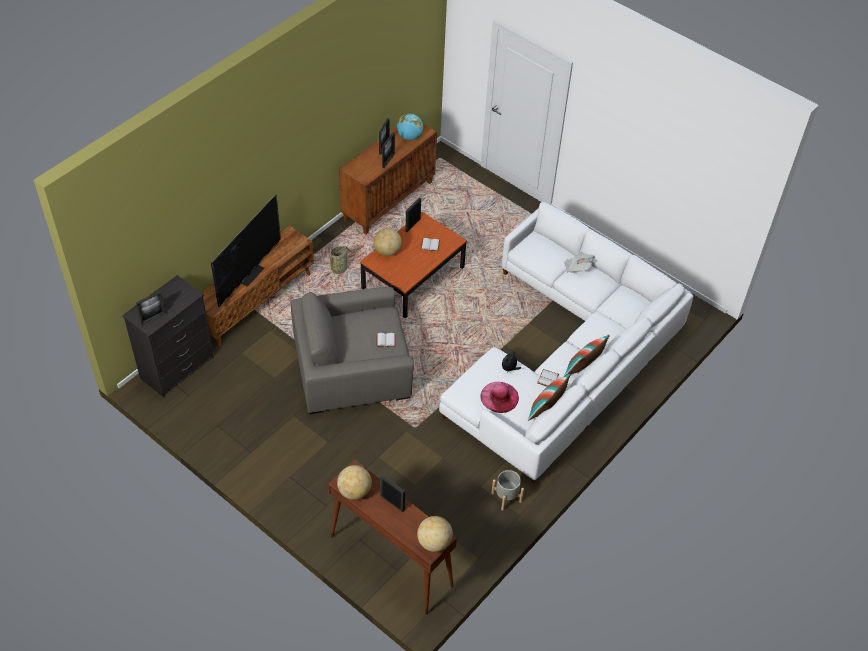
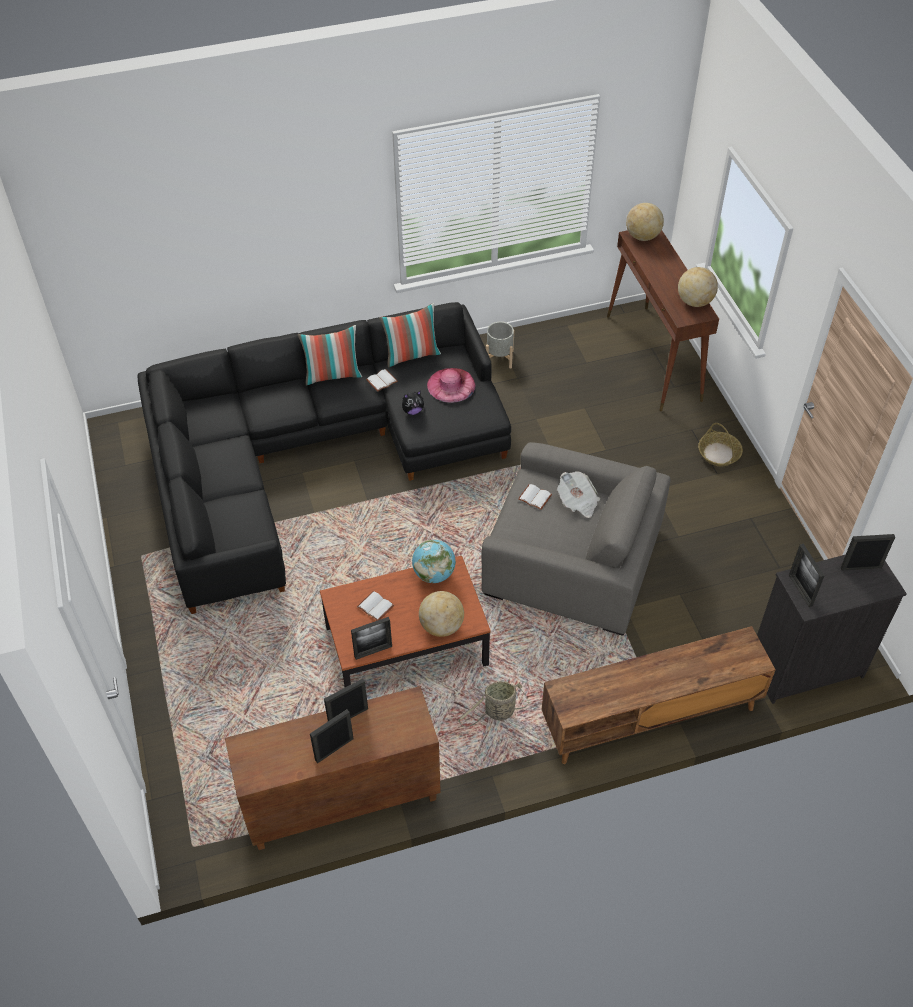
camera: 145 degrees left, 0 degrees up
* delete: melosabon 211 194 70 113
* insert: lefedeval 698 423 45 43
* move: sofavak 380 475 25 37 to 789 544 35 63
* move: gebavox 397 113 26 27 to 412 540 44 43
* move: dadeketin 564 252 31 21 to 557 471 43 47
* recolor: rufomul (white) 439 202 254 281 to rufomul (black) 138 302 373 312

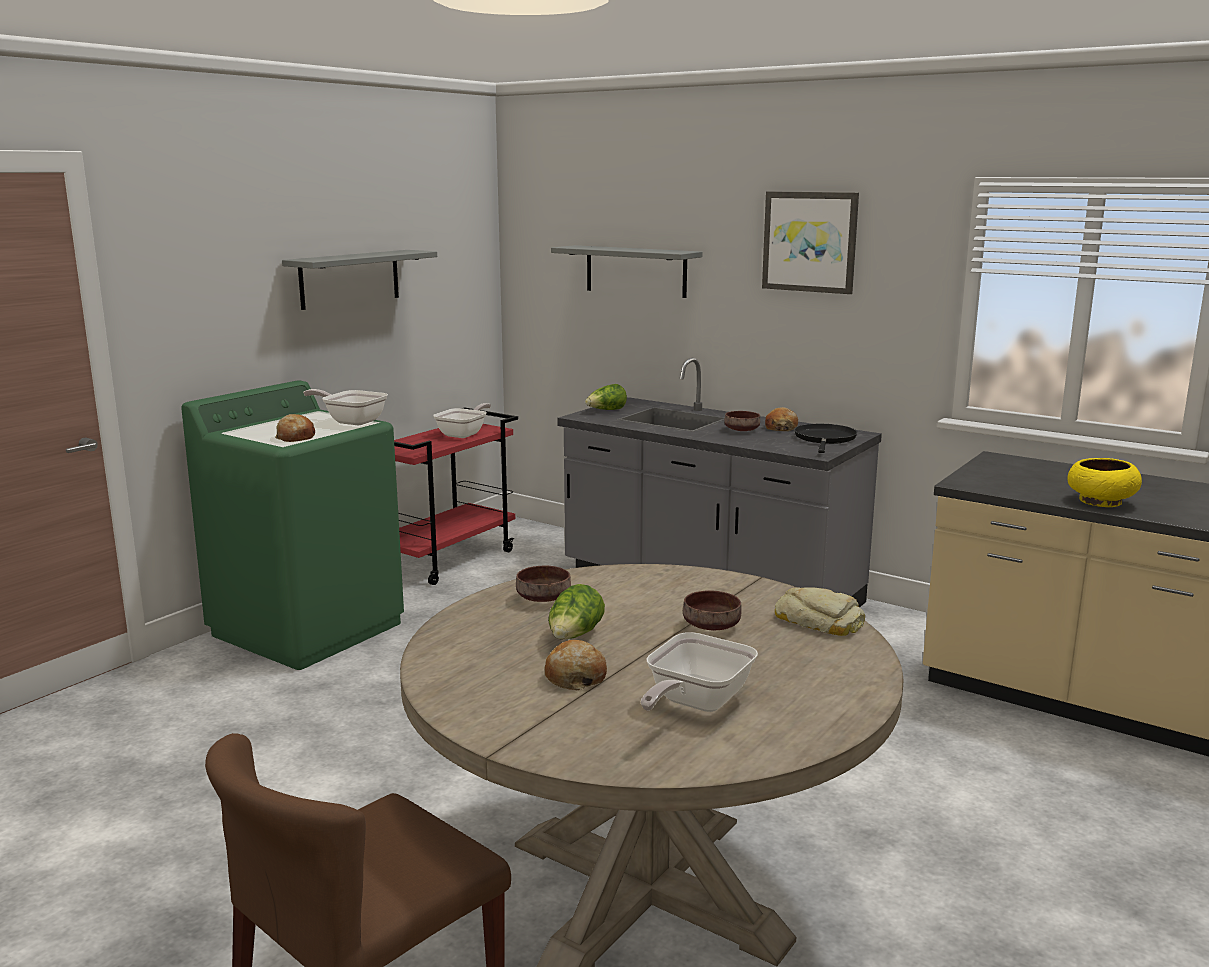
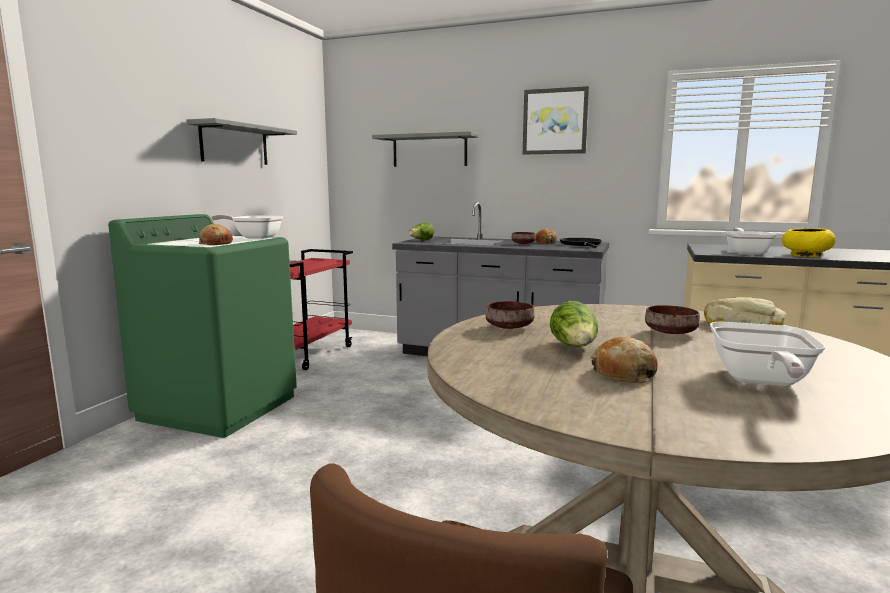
camera: 15 degrees left, 5 degrees down
* move: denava 433 403 58 35 to 725 228 52 27

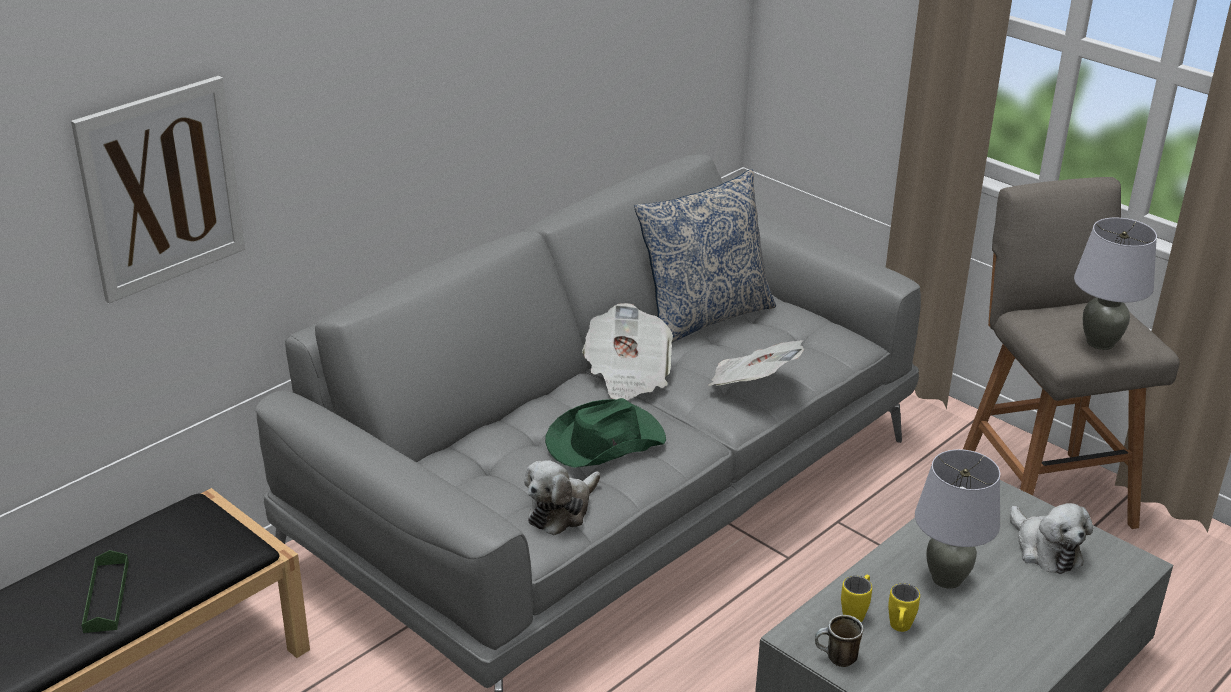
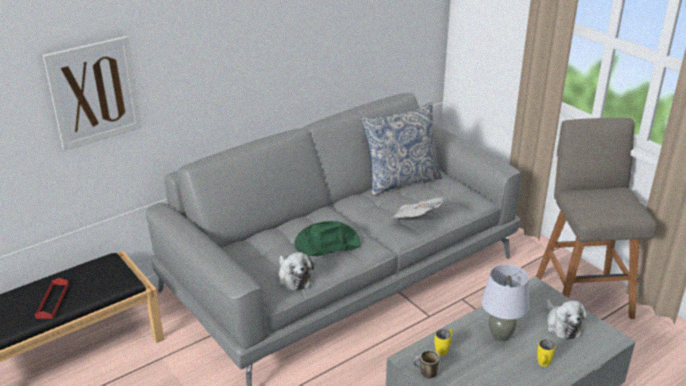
camera: 10 degrees right, 0 degrees up
* delete: dadeketin 582 303 91 97
* delete: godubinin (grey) 1074 218 83 132
* move: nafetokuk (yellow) 888 583 32 49 to 537 339 18 28
* recolor: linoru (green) 81 550 48 83 to linoru (red) 35 278 34 41
* rotate: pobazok 524 460 76 75 = 278 252 36 39 75 degrees counterclockwise

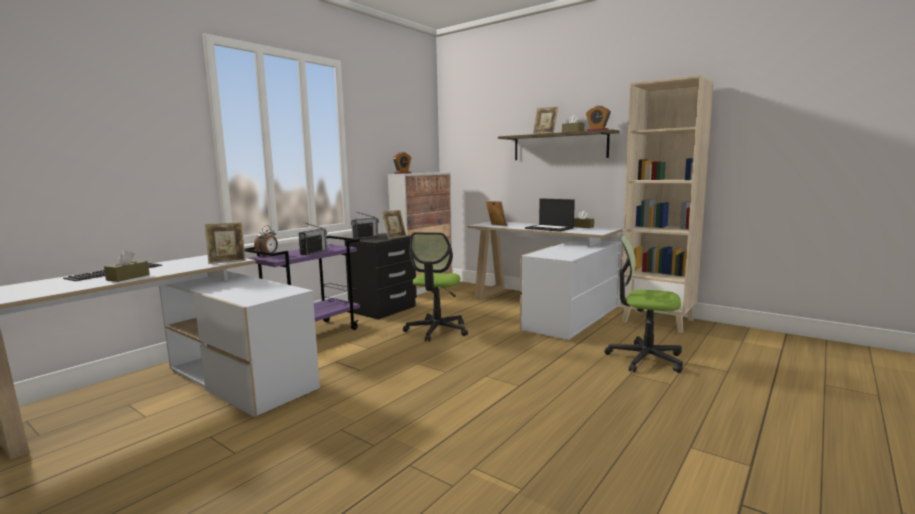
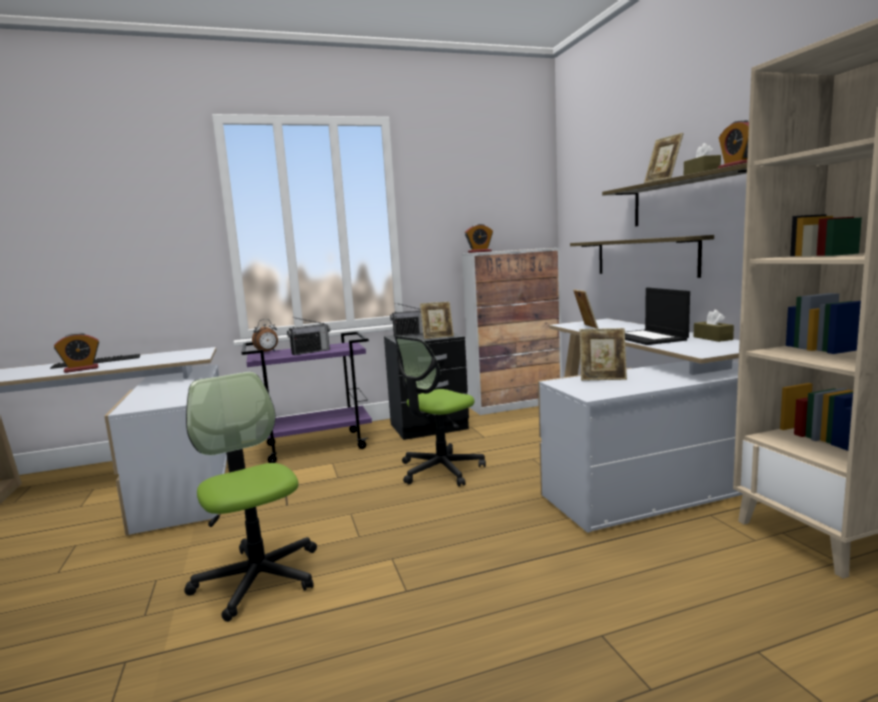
camera: 35 degrees right, 0 degrees up
* insert: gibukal 570 235 144 43
* move: sofavak 205 222 41 42 to 579 328 48 53
* move: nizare 605 235 78 138 to 184 372 133 250
* replace: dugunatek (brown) 104 250 46 32 to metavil 54 333 45 40

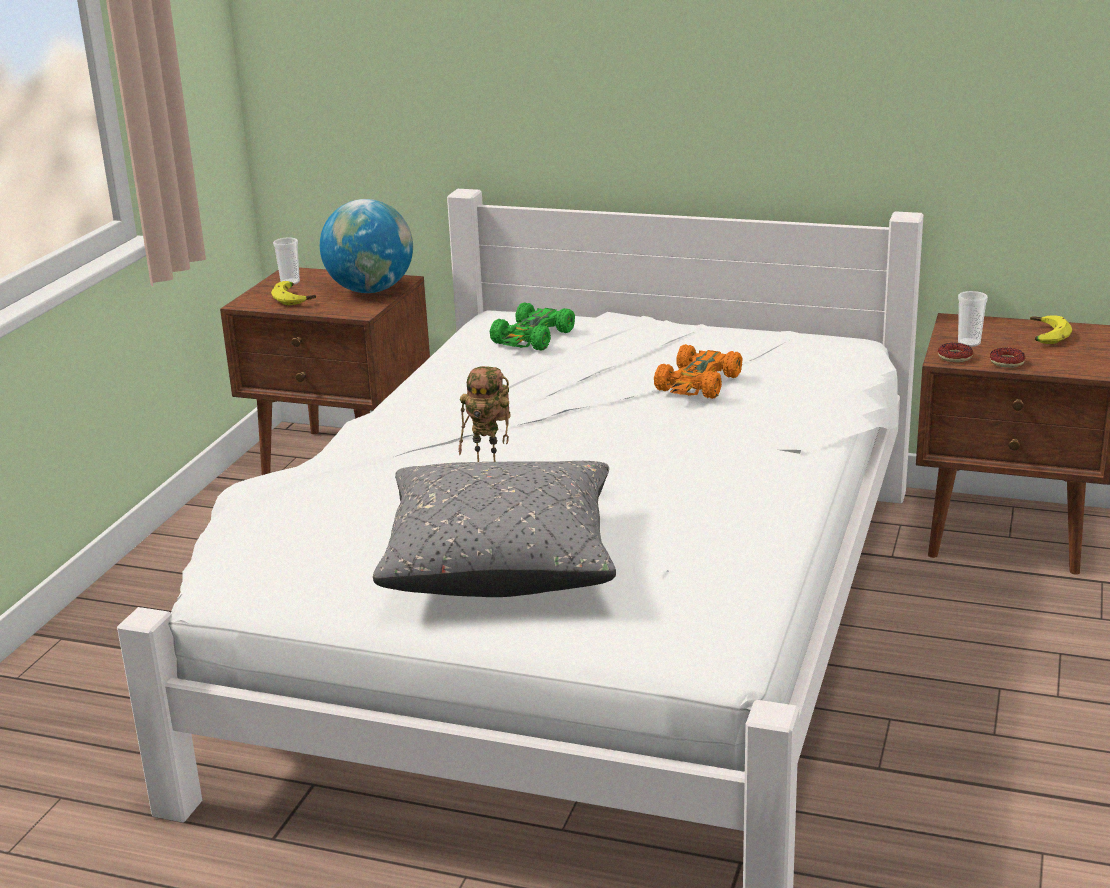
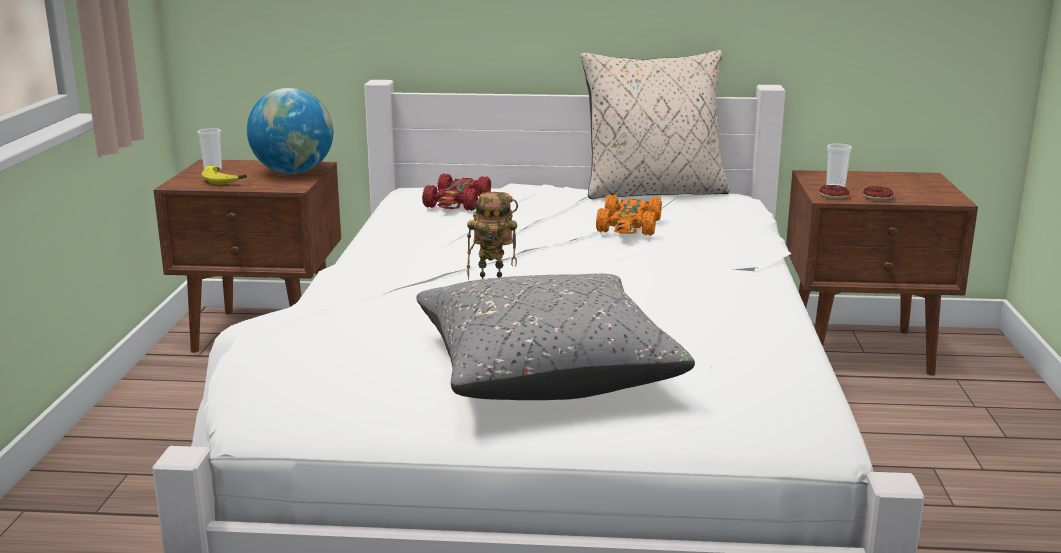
camera: 15 degrees left, 5 degrees down
* delete: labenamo 1030 315 42 29
* insert: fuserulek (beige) 581 50 148 149
* recolor: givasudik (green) 490 302 85 49 to givasudik (red) 422 174 69 37

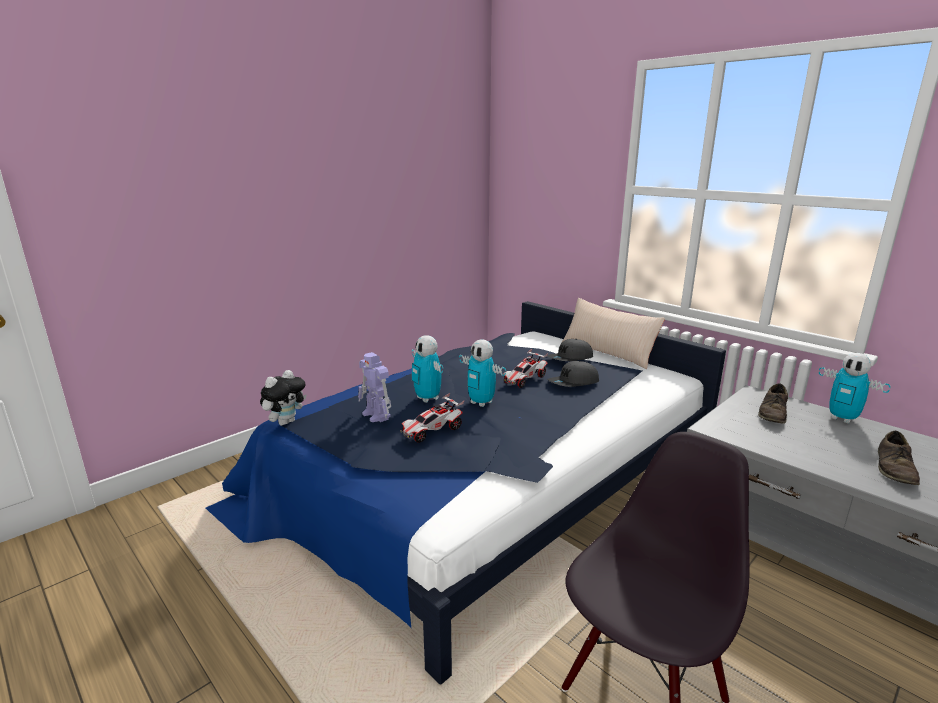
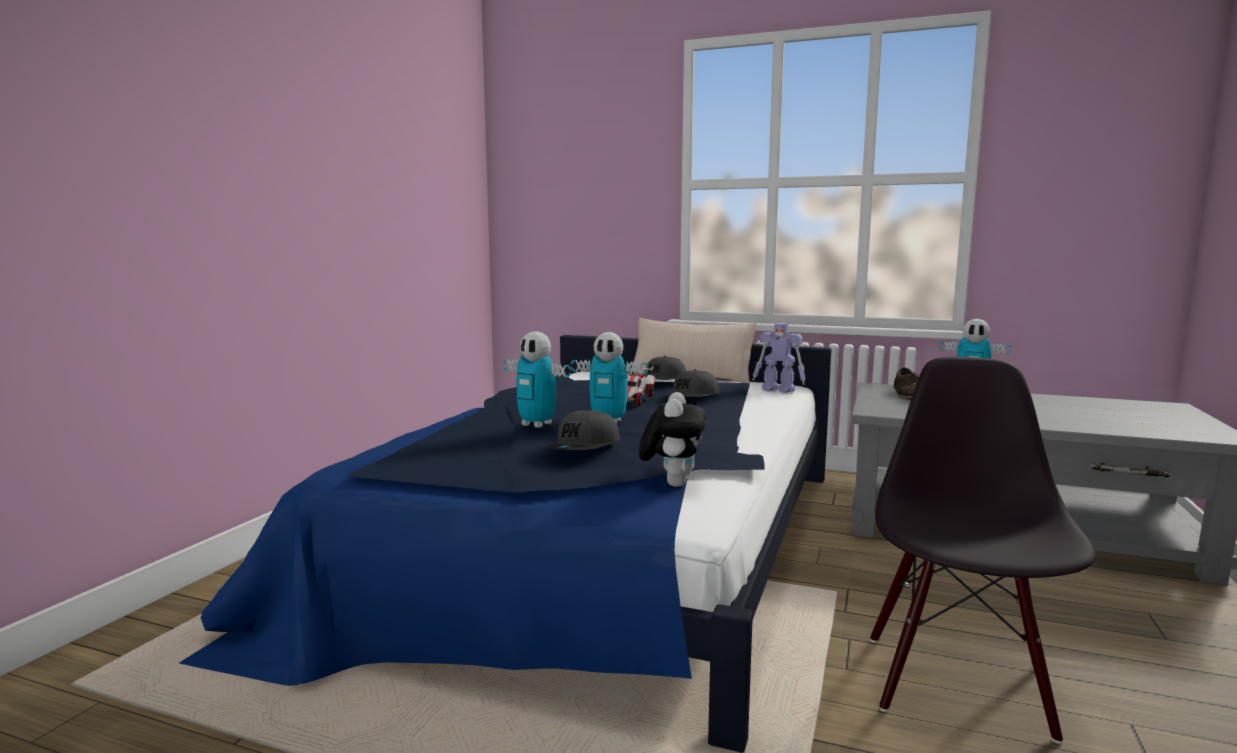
camera: 25 degrees left, 10 degrees down
* delete: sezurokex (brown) 878 431 42 54
* move: pobazok 260 370 47 56 to 639 392 68 95
* move: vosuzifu 358 352 33 70 to 753 323 52 70
* replace: givasudik 400 393 64 50 to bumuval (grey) 541 409 79 41

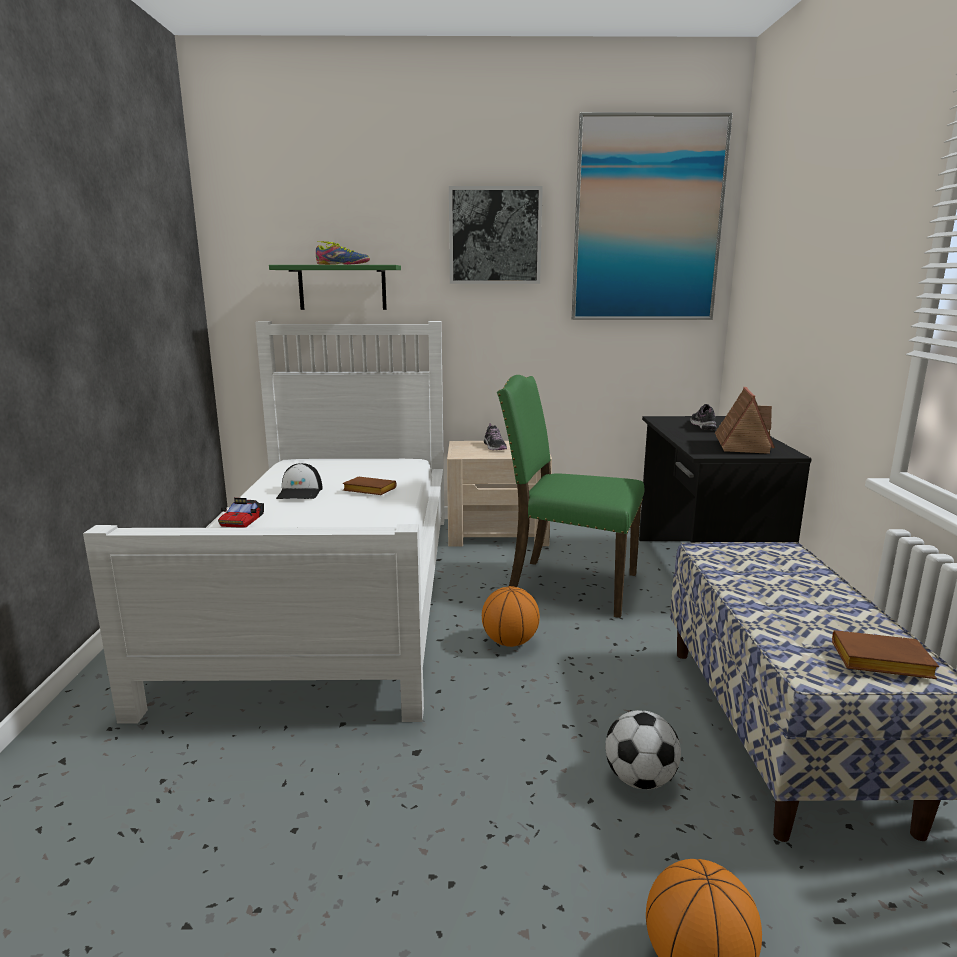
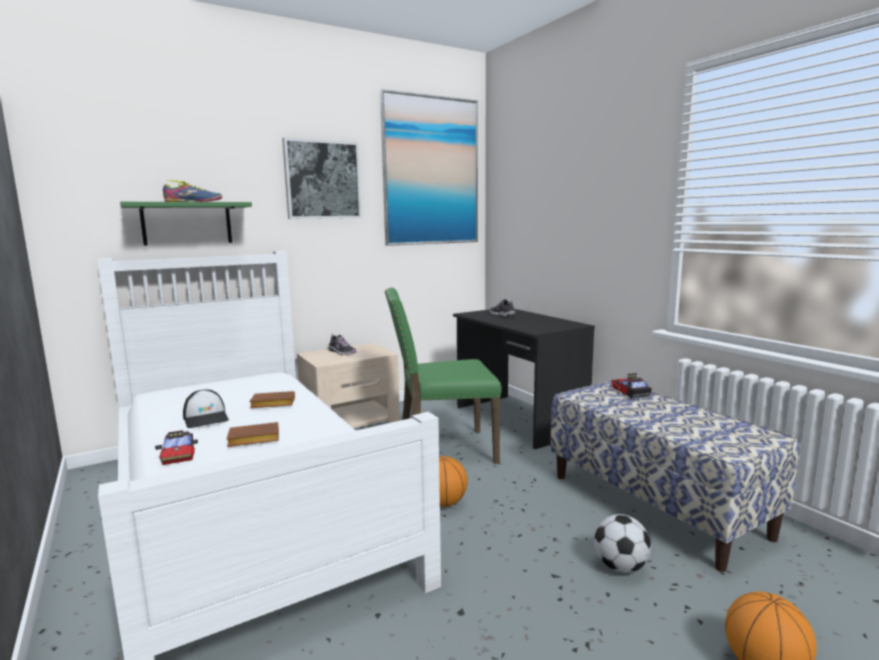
camera: 30 degrees left, 5 degrees down
* delete: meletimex 715 387 60 67
* insert: givasudik 611 373 41 25
* move: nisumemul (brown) 832 630 107 49 to 227 422 52 25

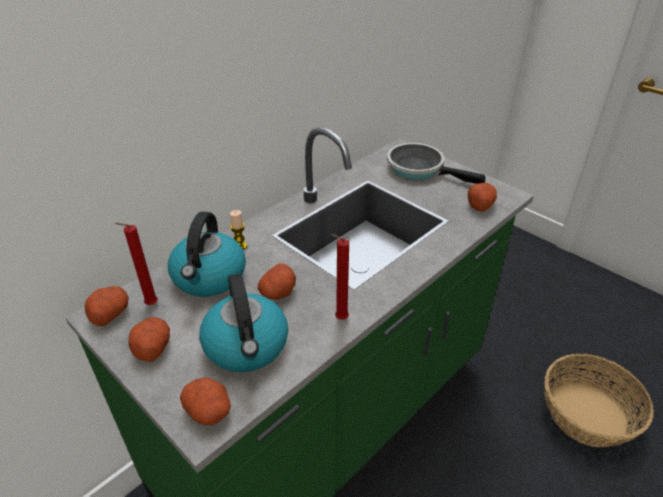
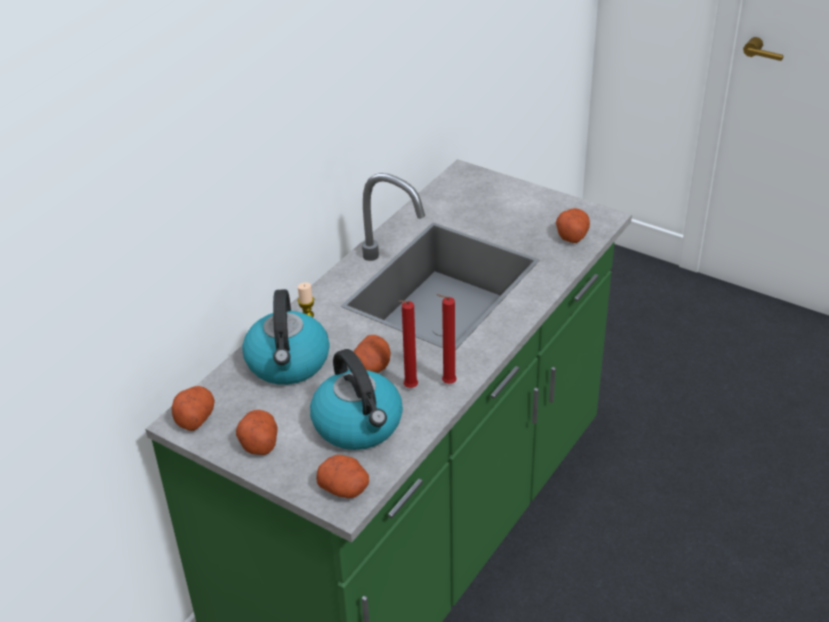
camera: 10 degrees left, 0 degrees up
* delete: denava 387 143 98 41
* delete: lefedeval 544 354 110 93
* move: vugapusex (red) 115 223 43 82 to 399 300 19 88

